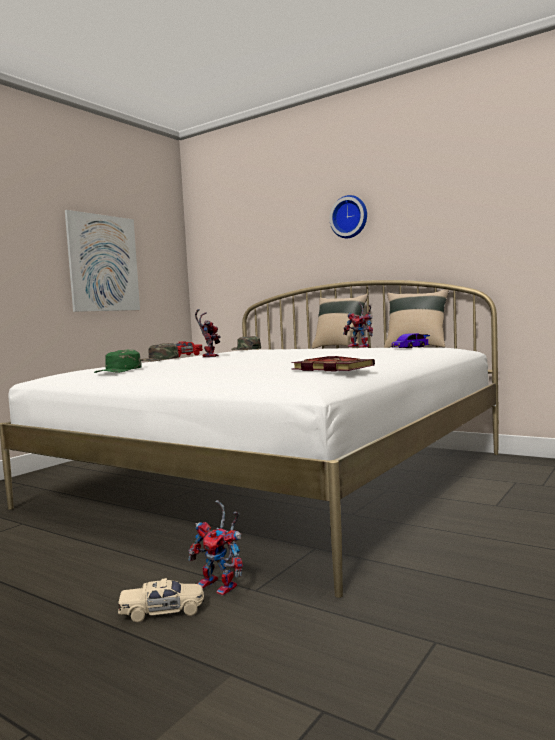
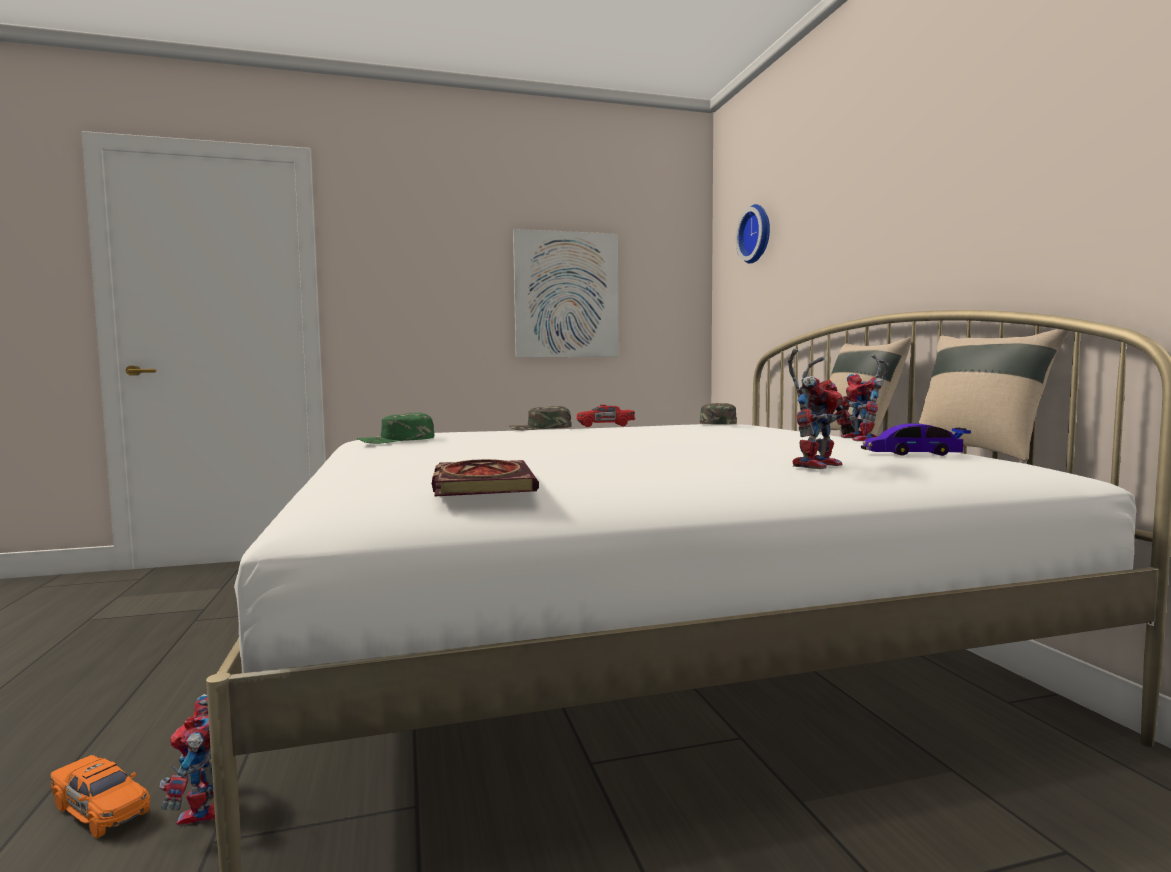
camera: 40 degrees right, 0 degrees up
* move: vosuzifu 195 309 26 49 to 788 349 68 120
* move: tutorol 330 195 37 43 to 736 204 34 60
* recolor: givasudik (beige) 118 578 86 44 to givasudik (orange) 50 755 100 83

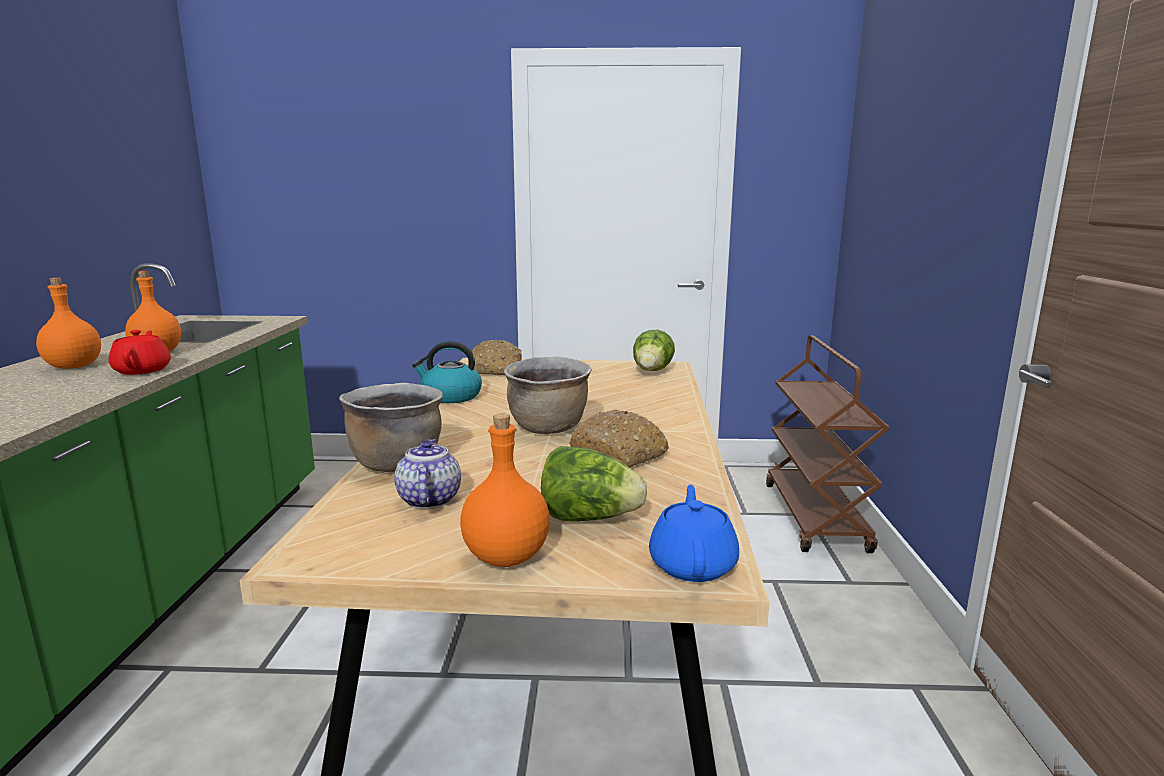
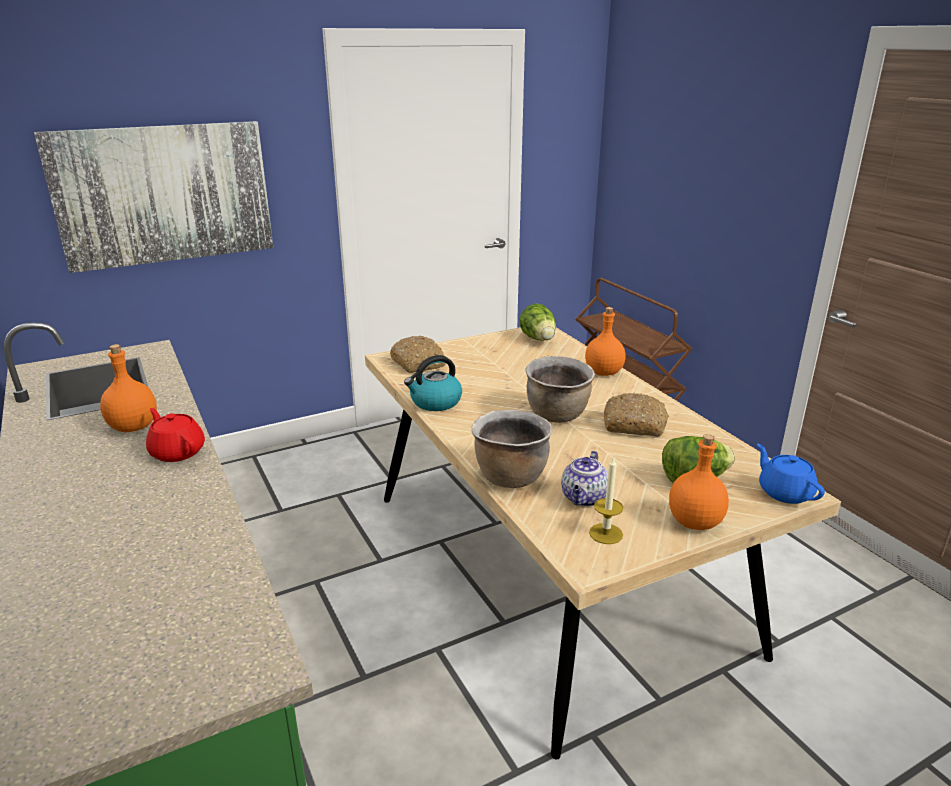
camera: 30 degrees left, 10 degrees up
* insert: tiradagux 34 121 239 152
* insert: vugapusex 589 456 35 88
* move: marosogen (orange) 36 278 65 91 to 585 307 41 69
* rotate: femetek 394 439 67 70 = 561 451 47 55 120 degrees counterclockwise

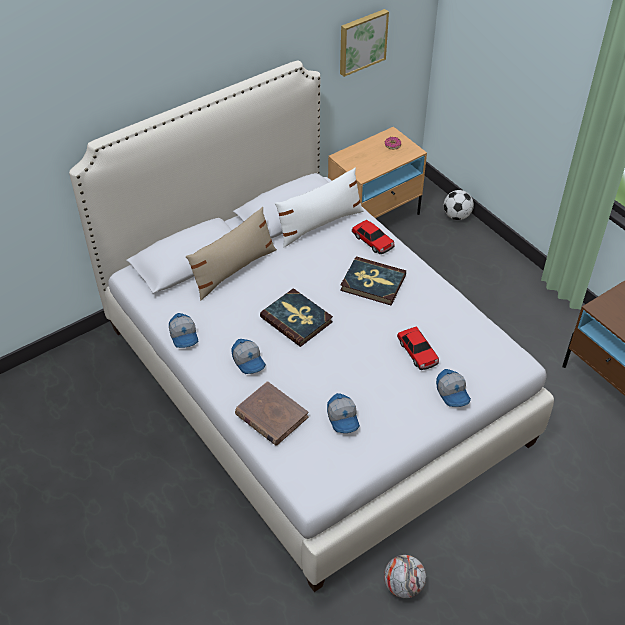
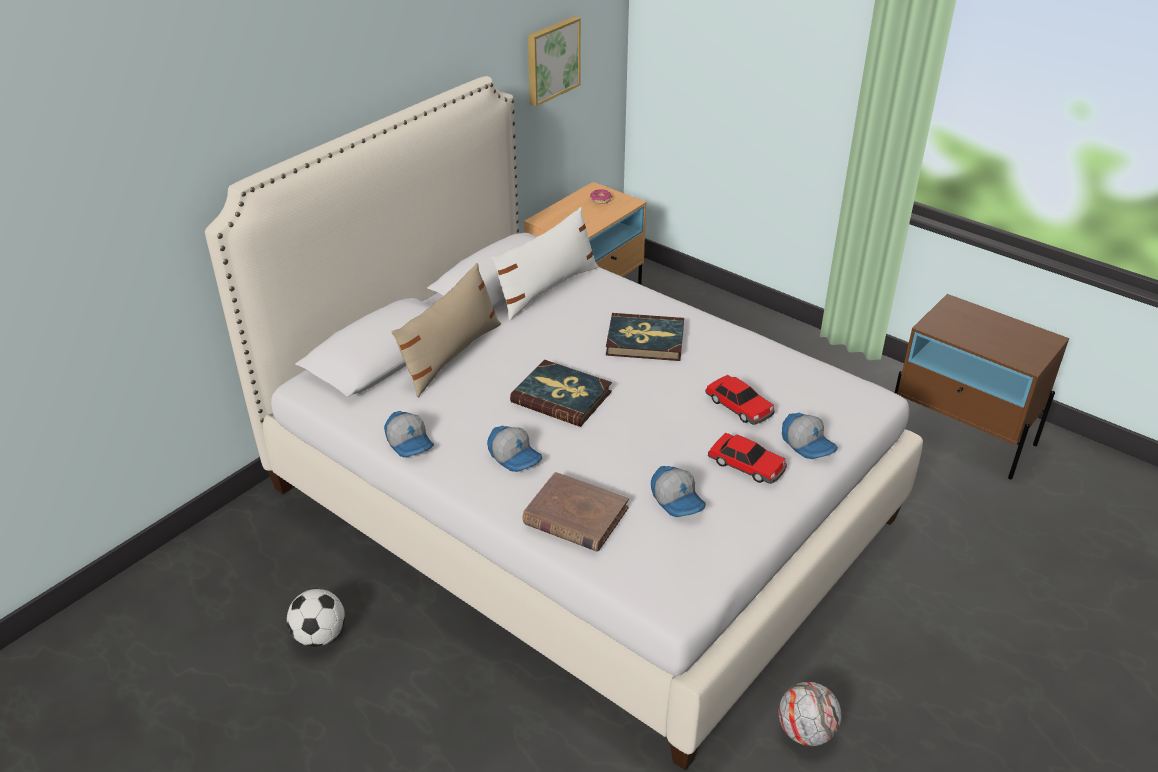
camera: 15 degrees left, 10 degrees down
* move: givasudik 352 220 43 34 to 708 433 79 51
* move: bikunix 443 190 31 30 to 287 589 58 58

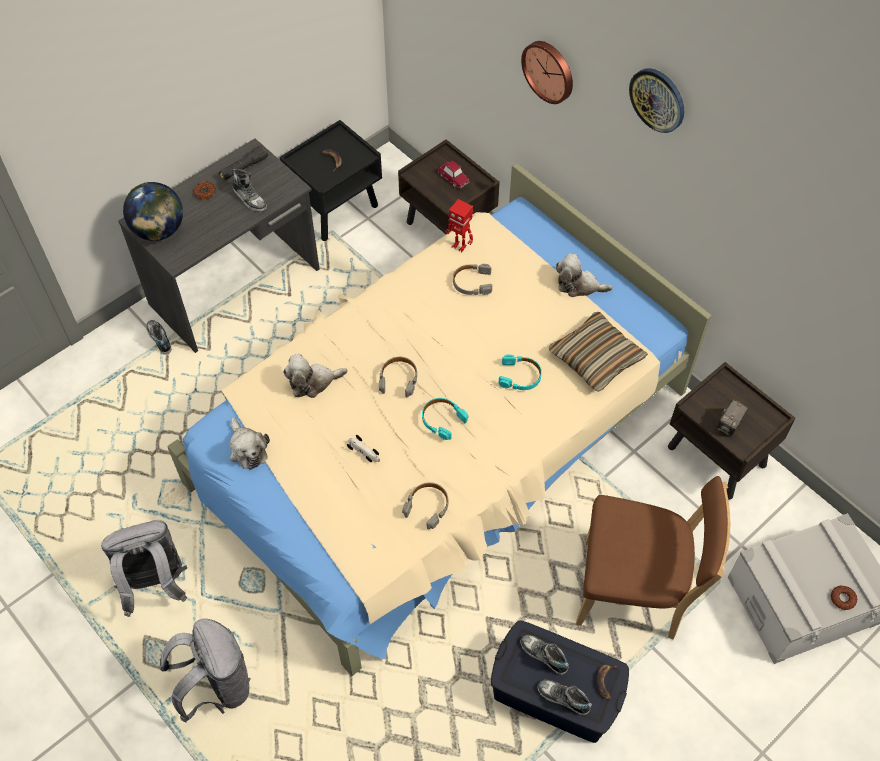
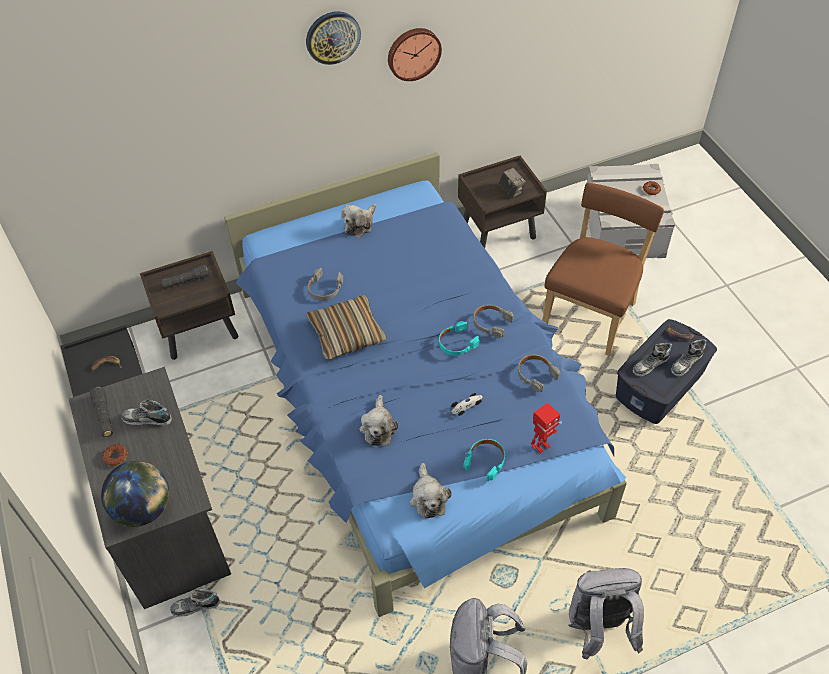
camera: 70 degrees left, 5 degrees down
* move: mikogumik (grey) 379 356 39 41 to 474 305 39 33
* move: vosuzifu 445 199 28 53 to 531 403 29 51
* move: mikogumik (turquoise) 499 355 43 35 to 463 439 42 42
* move: tutorol 521 41 52 63 to 388 28 54 53
* move: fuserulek 549 312 99 80 to 306 295 80 65
* replace: givasudik 438 160 32 28 to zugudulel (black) 161 265 49 24
* recolor: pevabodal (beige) 167 163 544 513 to pevabodal (blue) 224 152 403 465
* rotate: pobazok 229 417 41 53 = 410 463 41 56 90 degrees clockwise
* rotate: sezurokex 232 169 35 43 = 121 399 51 27 150 degrees counterclockwise

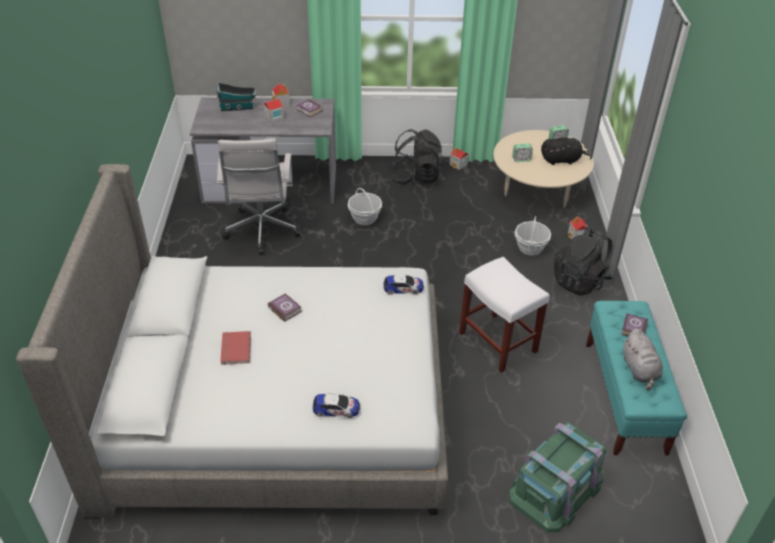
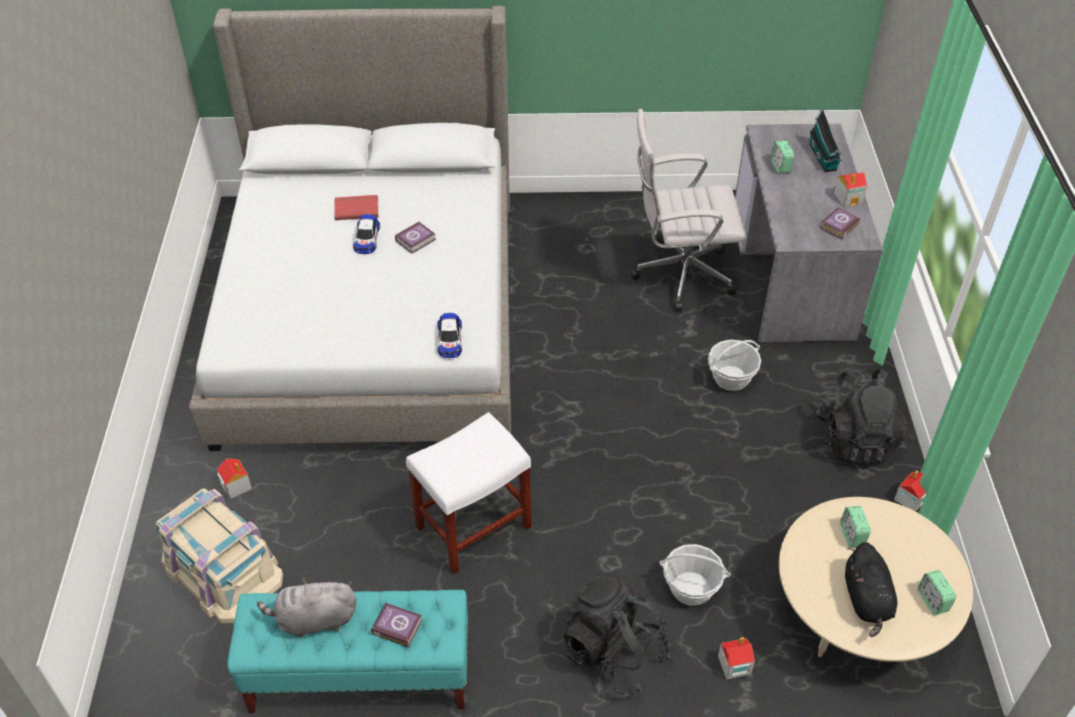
camera: 90 degrees right, 5 degrees up
* insert: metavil 771 141 23 32
* move: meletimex 264 95 20 28 to 217 459 35 40
* move: givasudik 313 394 47 24 to 353 214 27 40
* recolor: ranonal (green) 509 422 97 110 to ranonal (beige) 156 489 127 134

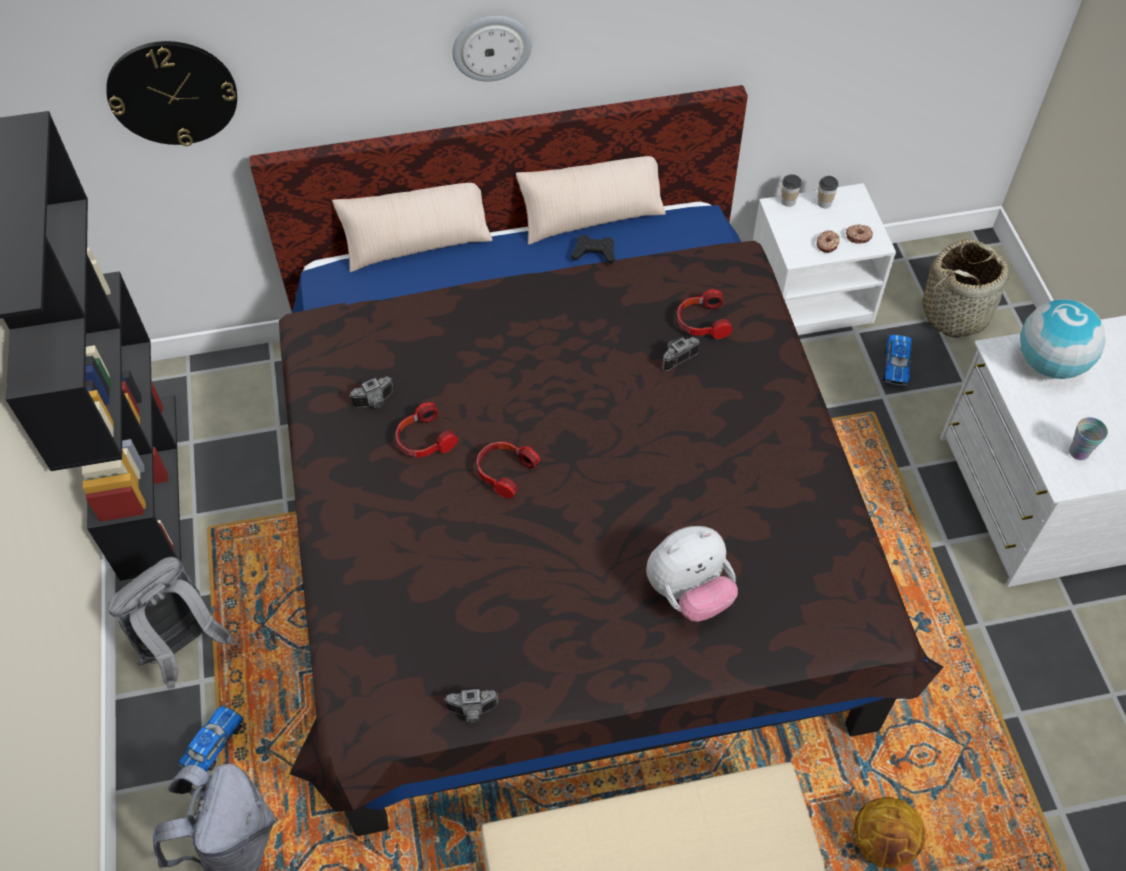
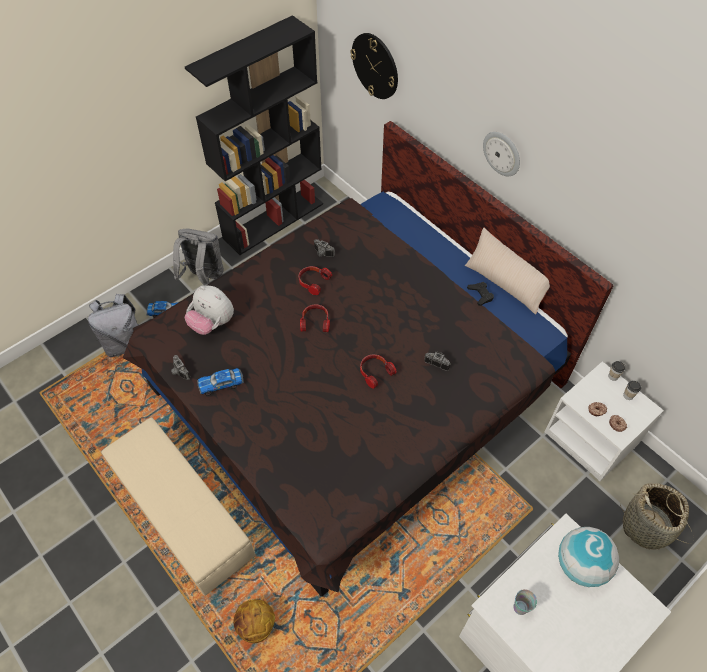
camera: 60 degrees right, 0 degrees up
* delete: fuserulek (beige) 332 183 160 89
* move: pobazok 646 526 92 96 to 185 286 49 49
* move: mikogumik 677 289 55 50 to 360 355 37 34
* move: givasudik 883 335 29 52 to 197 368 47 28

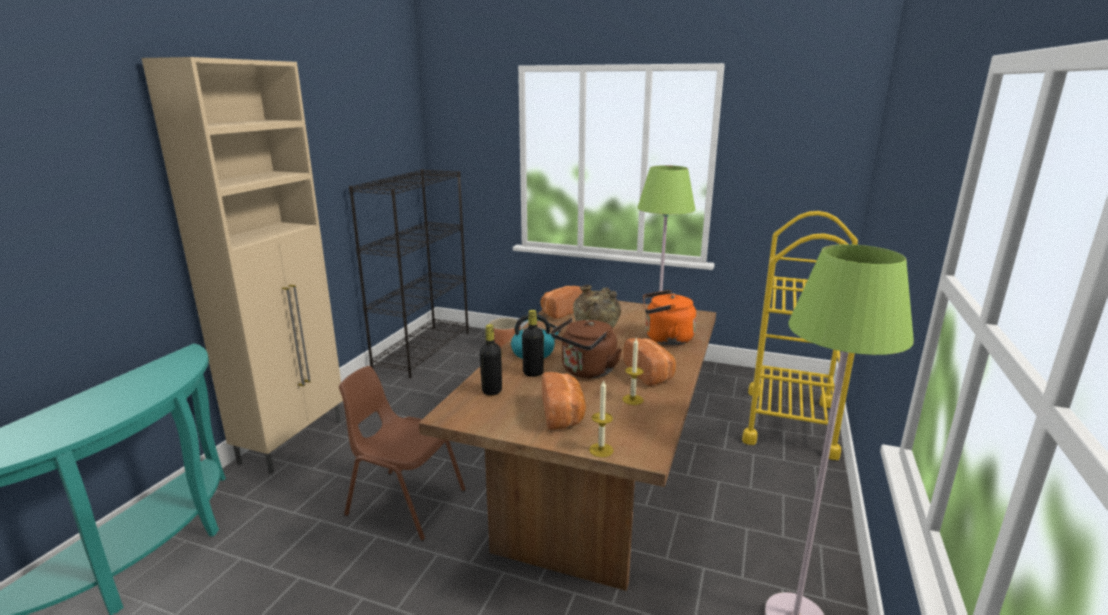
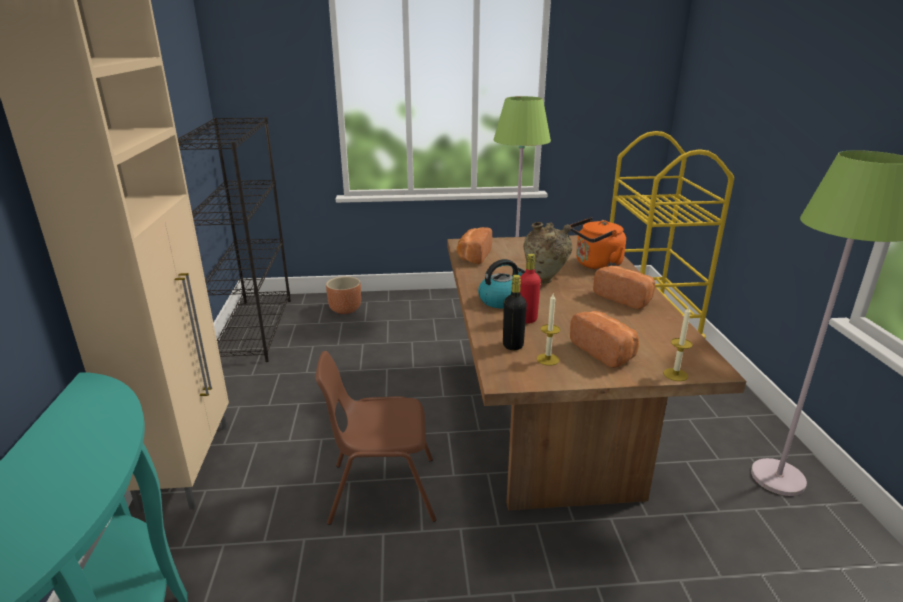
camera: 25 degrees left, 5 degrees up
* delete: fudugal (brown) 551 318 71 60
* move: vugapusex 622 338 22 67 to 537 294 23 72
* recolor: marosogen (black) 522 310 22 67 to marosogen (red) 520 254 21 70

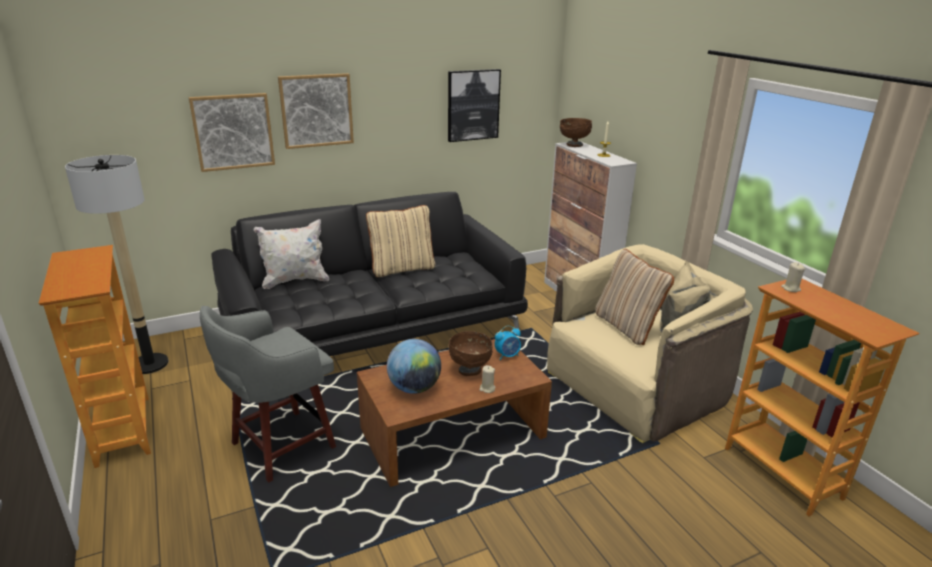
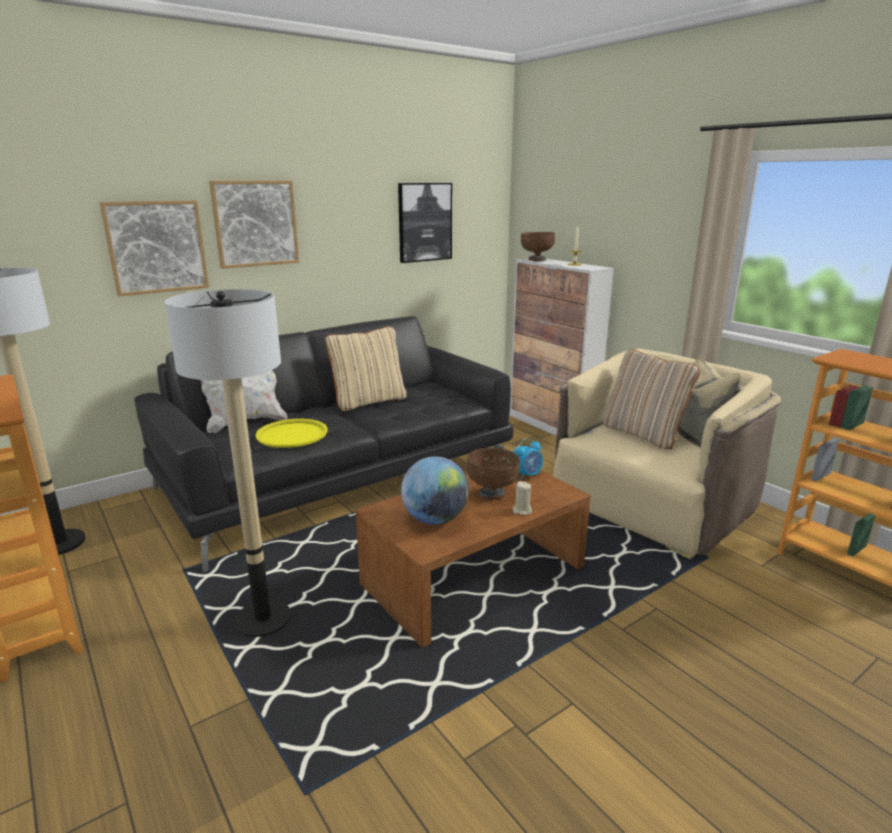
camera: 10 degrees left, 5 degrees down
* delete: vugapusex (beige) 781 262 24 30
* insert: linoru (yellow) 255 419 73 29
* replace: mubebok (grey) 200 306 136 177 to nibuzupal 165 289 126 348

